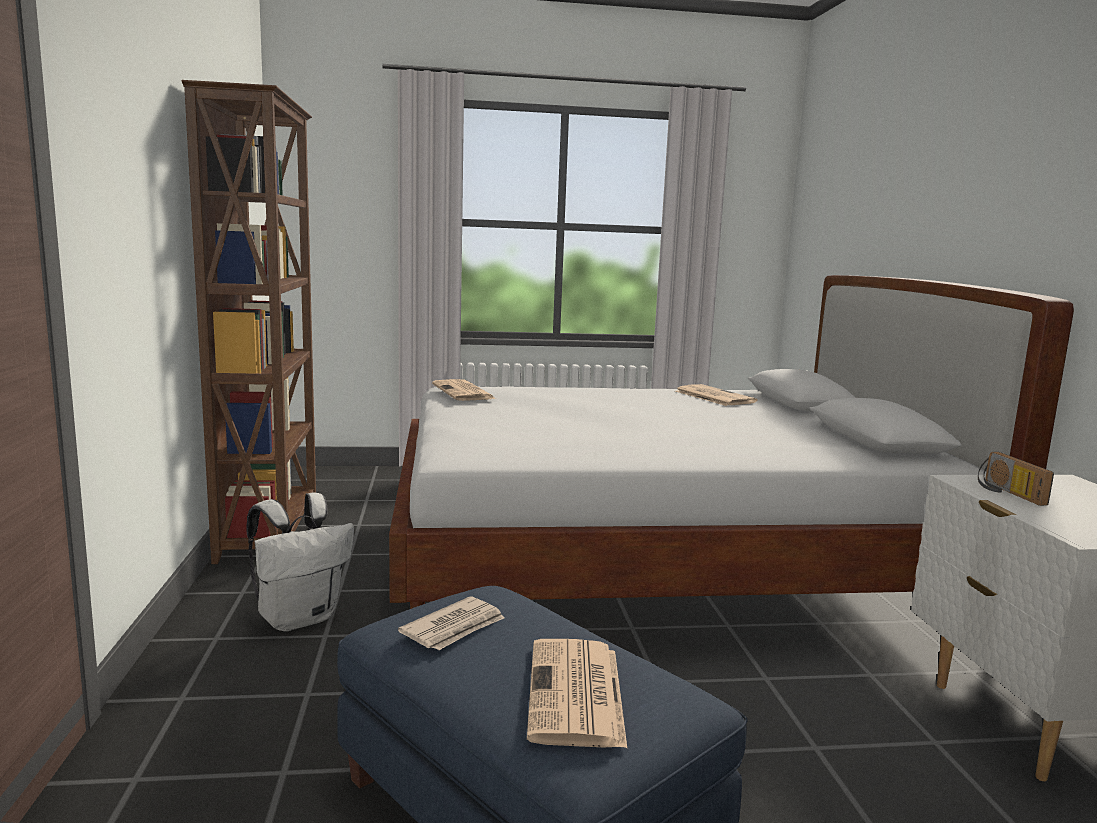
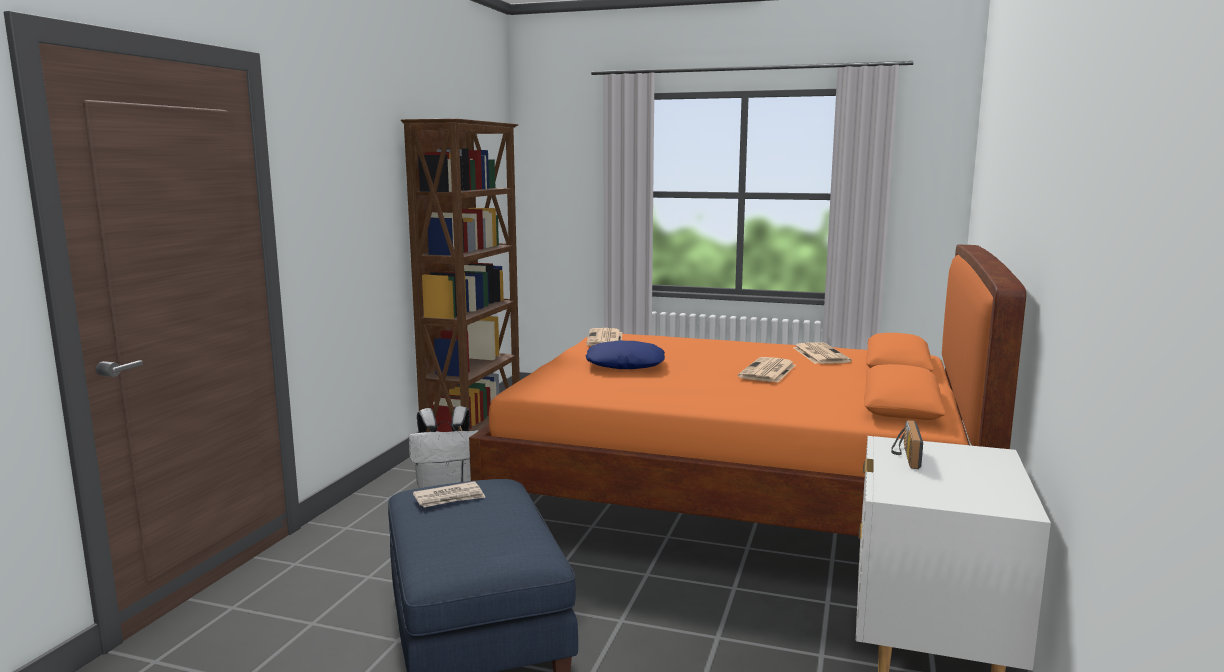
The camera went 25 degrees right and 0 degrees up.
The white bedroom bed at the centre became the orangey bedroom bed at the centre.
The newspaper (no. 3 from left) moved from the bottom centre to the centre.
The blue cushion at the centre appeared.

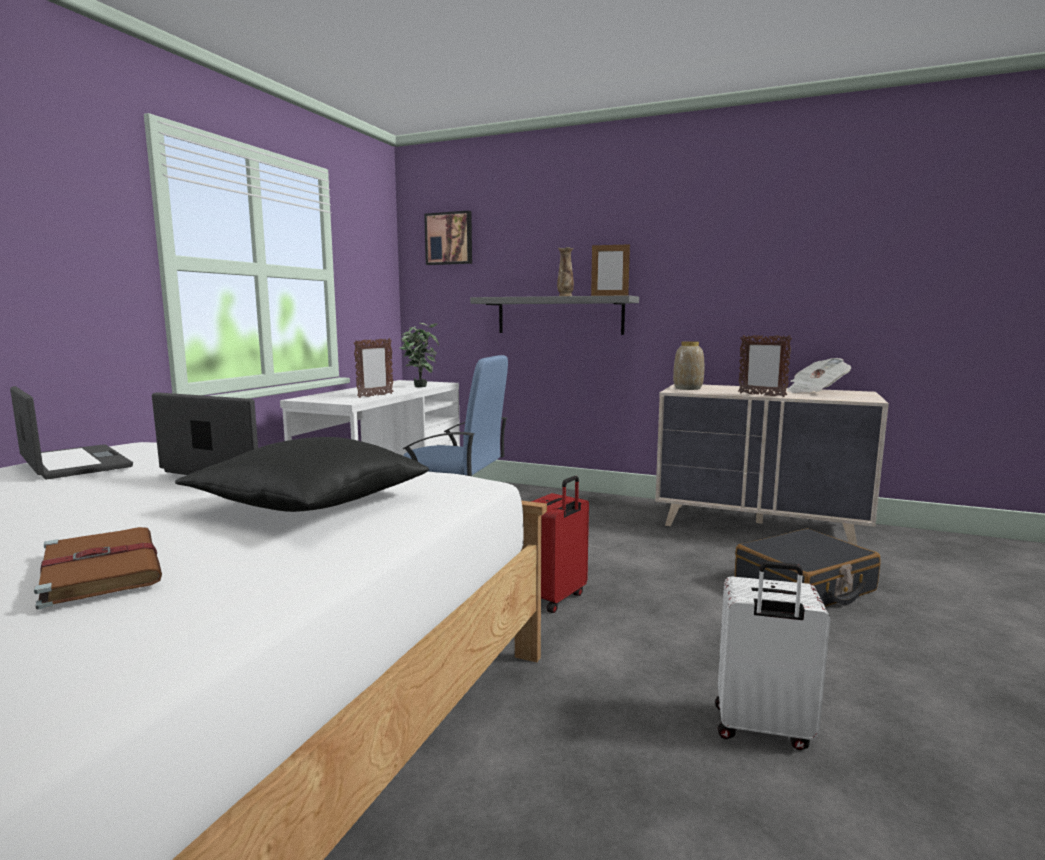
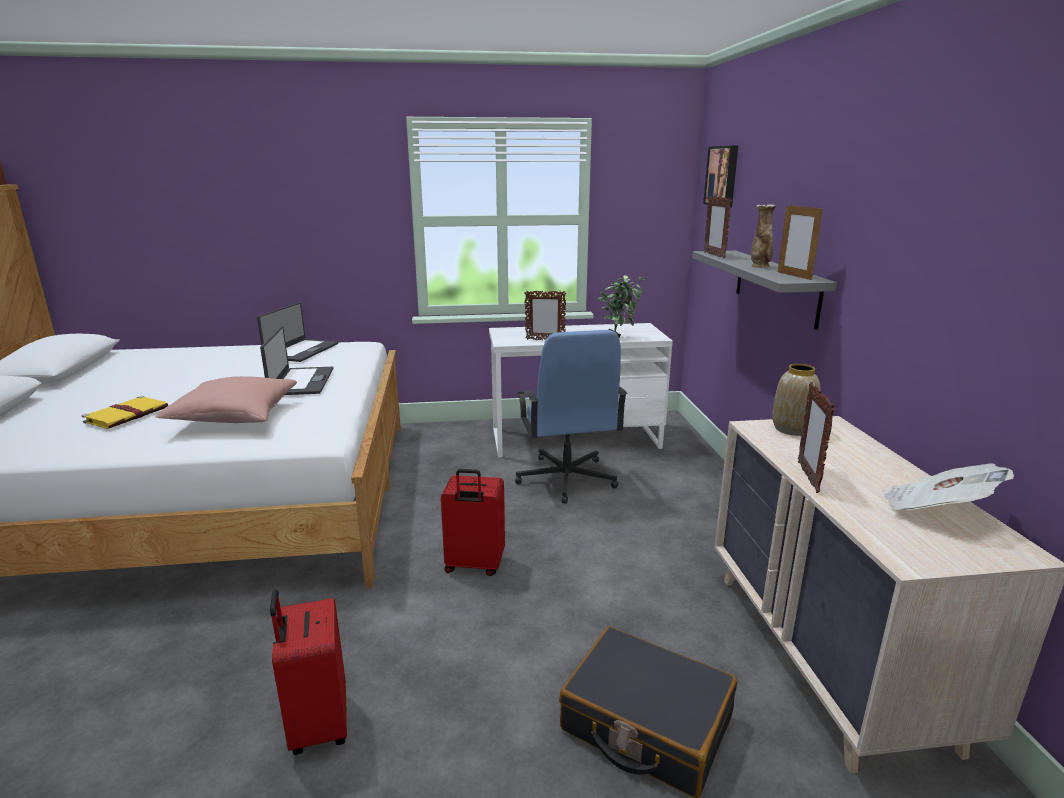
The camera went 60 degrees right and 10 degrees up.
The brown-coloured book at the middle left became the yellow-coloured book at the middle left.
The black-coloured cushion at the middle left became the pink cushion at the middle left.
The white piece of luggage at the bottom right became the red piece of luggage (no. 1 from left) at the bottom left.
The picture frame (no. 2 from left) at the top right appeared.

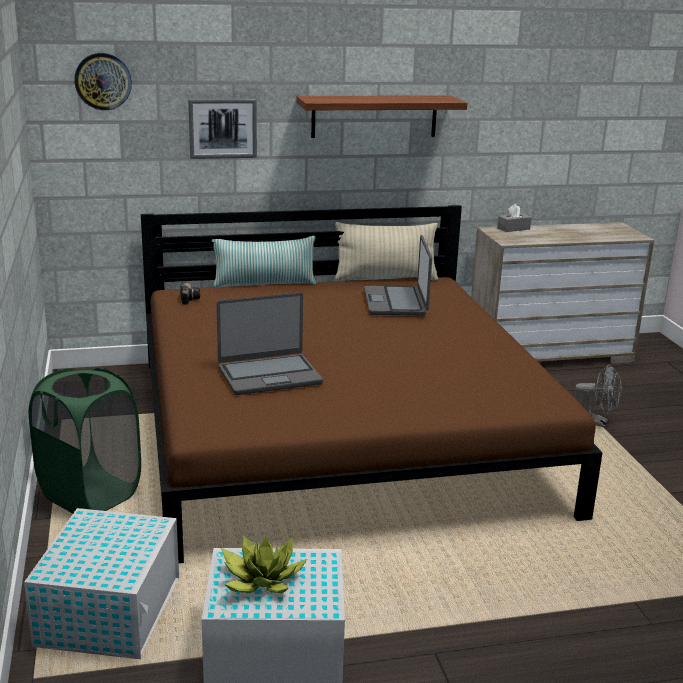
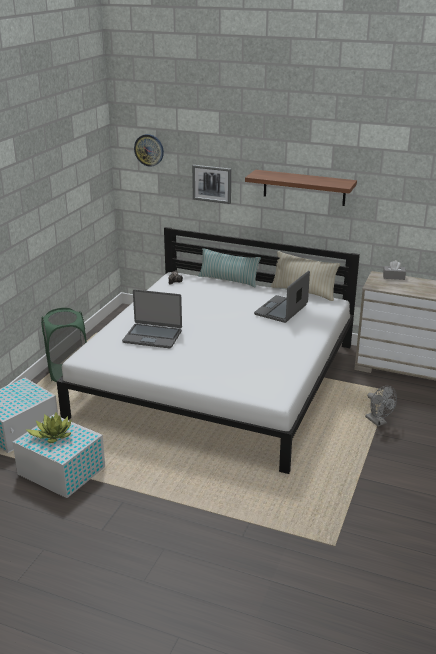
The camera went 35 degrees right and 5 degrees up.
The brown-coloured bedroom bed at the centre became the white bedroom bed at the centre.

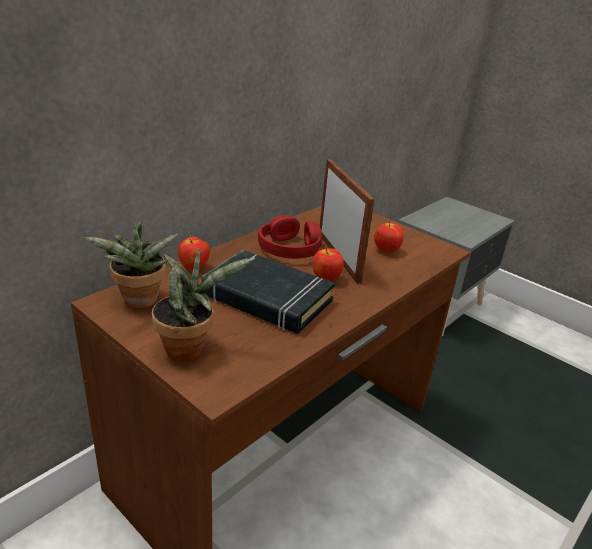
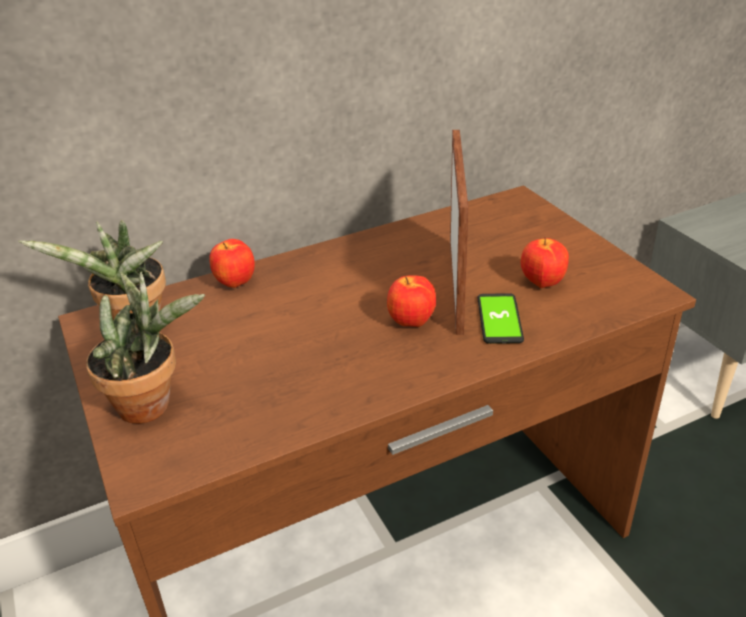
The camera went 25 degrees right and 5 degrees up.
The black-coloured book at the centre disappeared.
The red pair of headphones at the centre disappeared.
The handset at the middle right appeared.

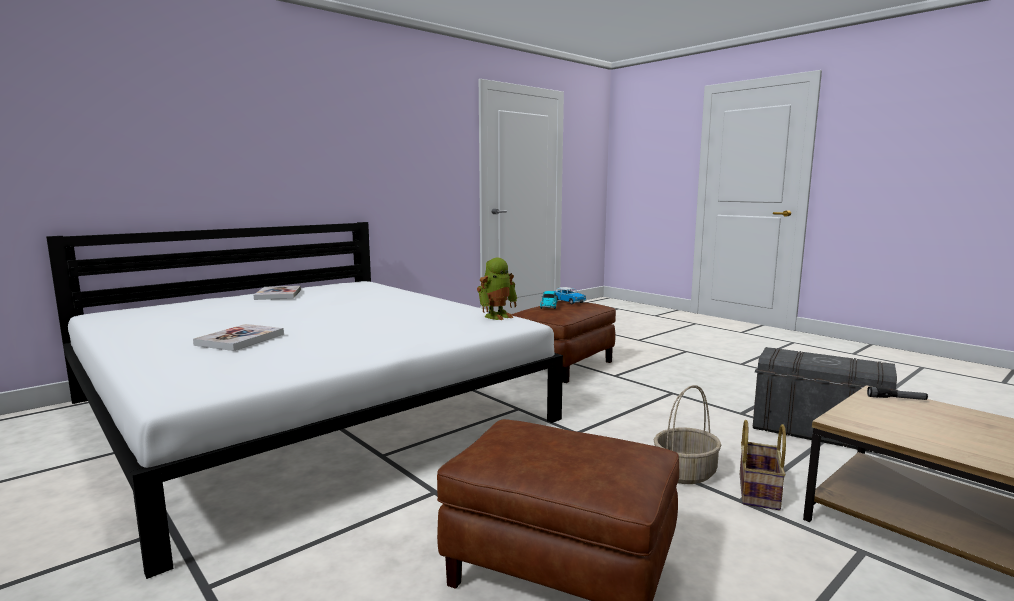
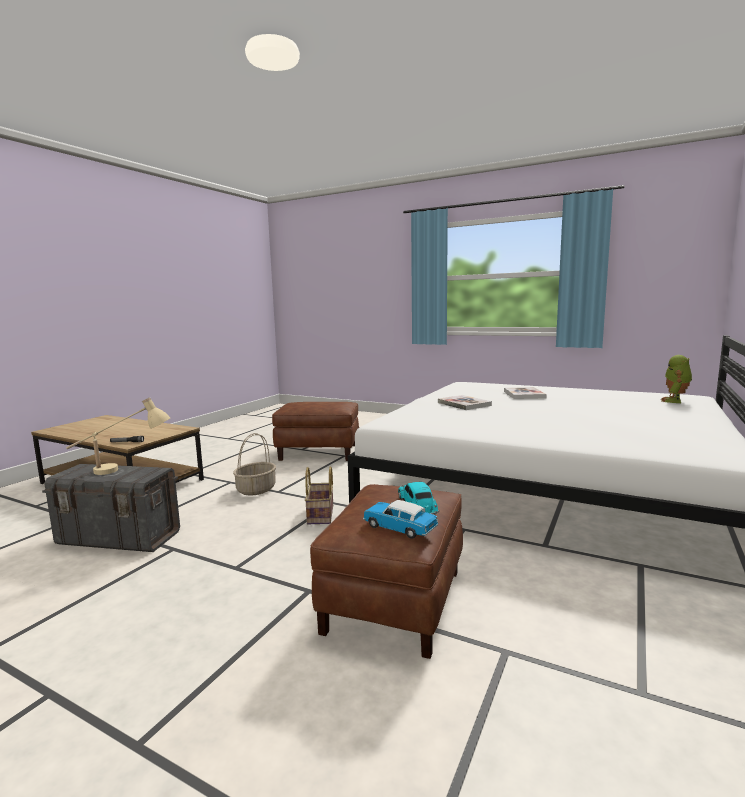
The camera went 160 degrees right and 0 degrees up.
The book (no. 2 from left in the first image) moved from the middle left to the centre.
The model robot moved from the centre to the middle right.
The household basket (no. 2 from left) moved from the bottom right to the centre.
The beige table lamp at the middle left appeared.

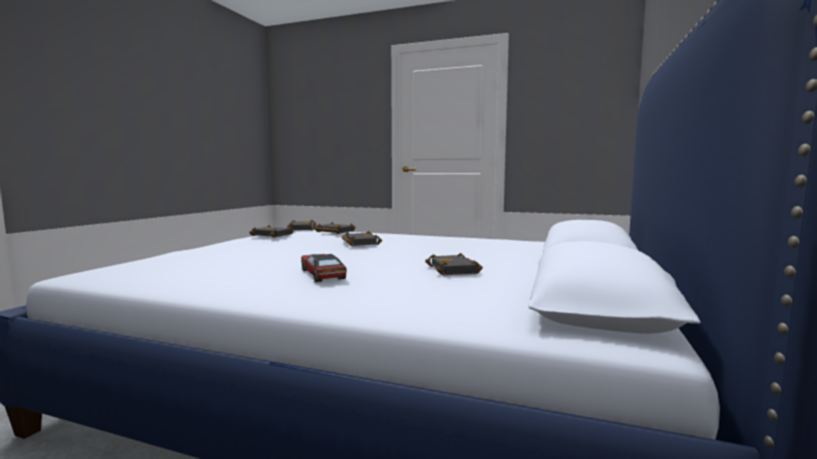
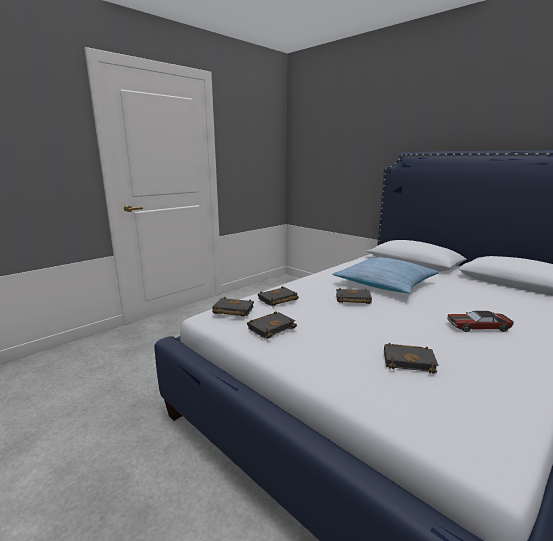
The camera went 65 degrees left and 10 degrees up.
The black-coloured book (no. 5 from left) moved from the centre to the middle right.
The cushion at the middle right appeared.

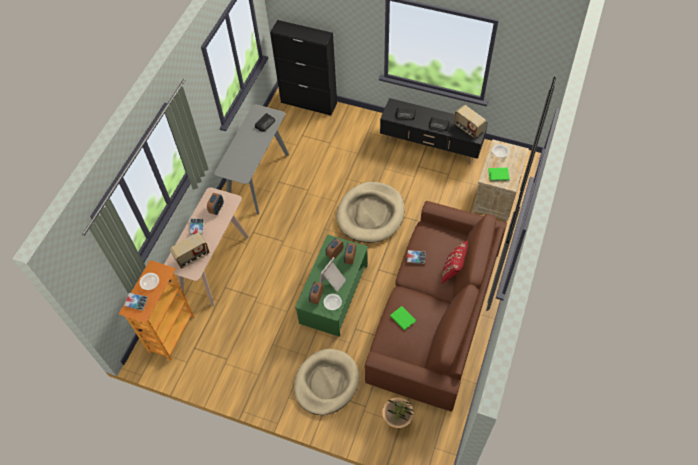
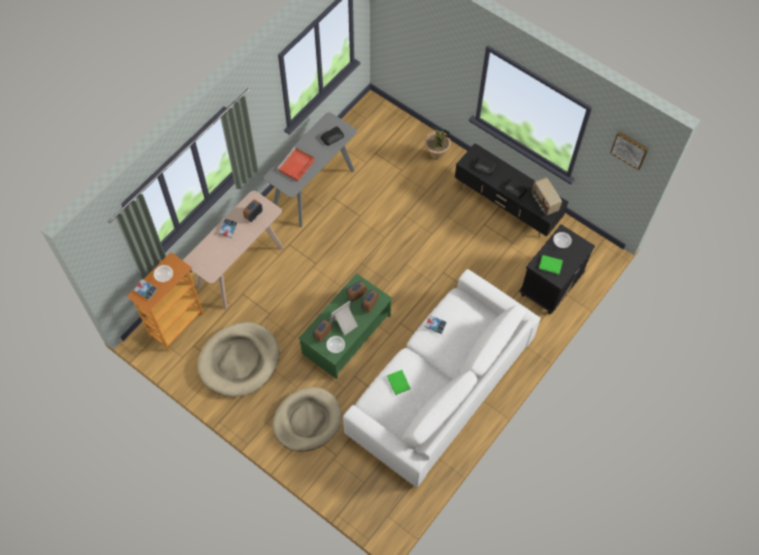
The camera went 15 degrees right and 5 degrees up.
The radio (no. 1 from left) at the middle left disappeared.
The black-coloured cupboard at the top centre disappeared.
The beige pet bed (no. 2 from left in the first image) moved from the centre to the middle left.
The brown-coloured settee at the centre became the white settee at the bottom centre.
The plant in a pot moved from the bottom centre to the top centre.
The red cushion at the centre disappeared.
The beige nightstand at the middle right became the black-coloured nightstand at the middle right.
The red carrying tray at the top centre appeared.
The wall picture at the top right appeared.

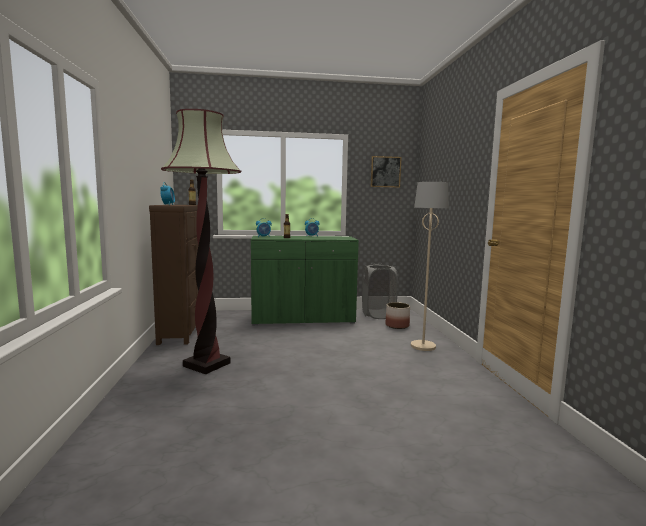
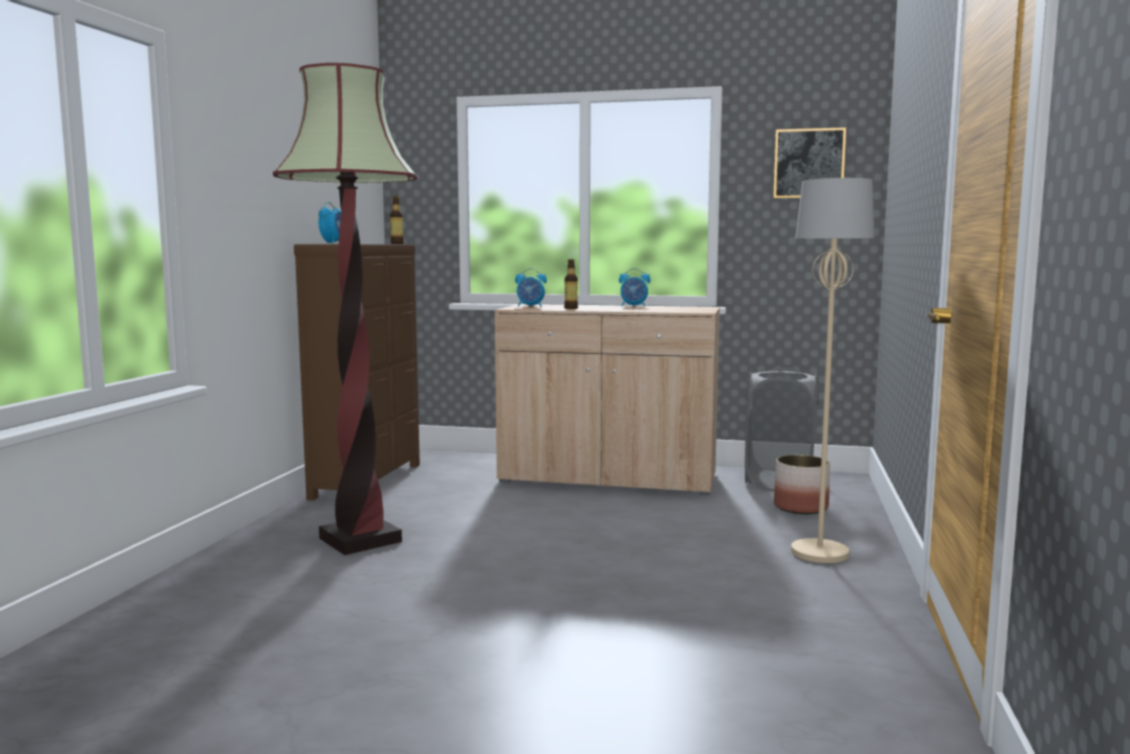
The camera went 20 degrees right and 0 degrees up.
The green cupboard at the centre became the beige cupboard at the centre.

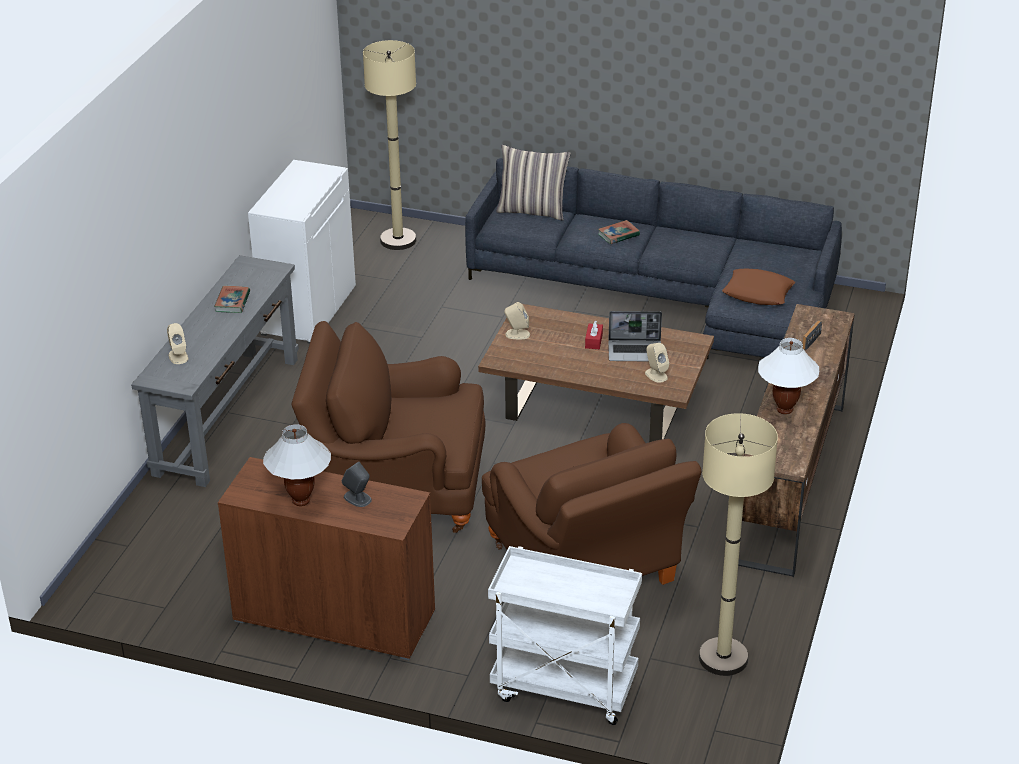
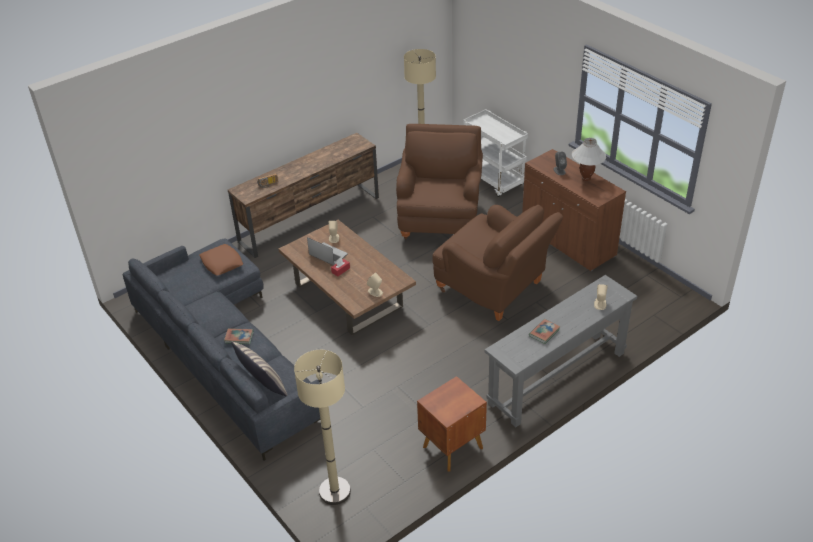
The camera went 145 degrees left and 5 degrees up.
The white cupboard at the top left was replaced by the brown-coloured nightstand at the bottom centre.
The white table lamp (no. 2 from left) at the middle right disappeared.

